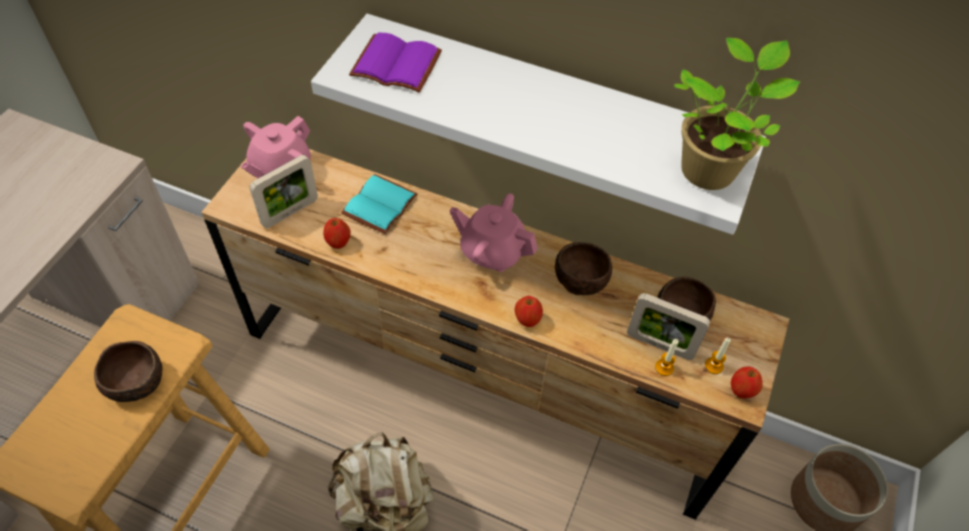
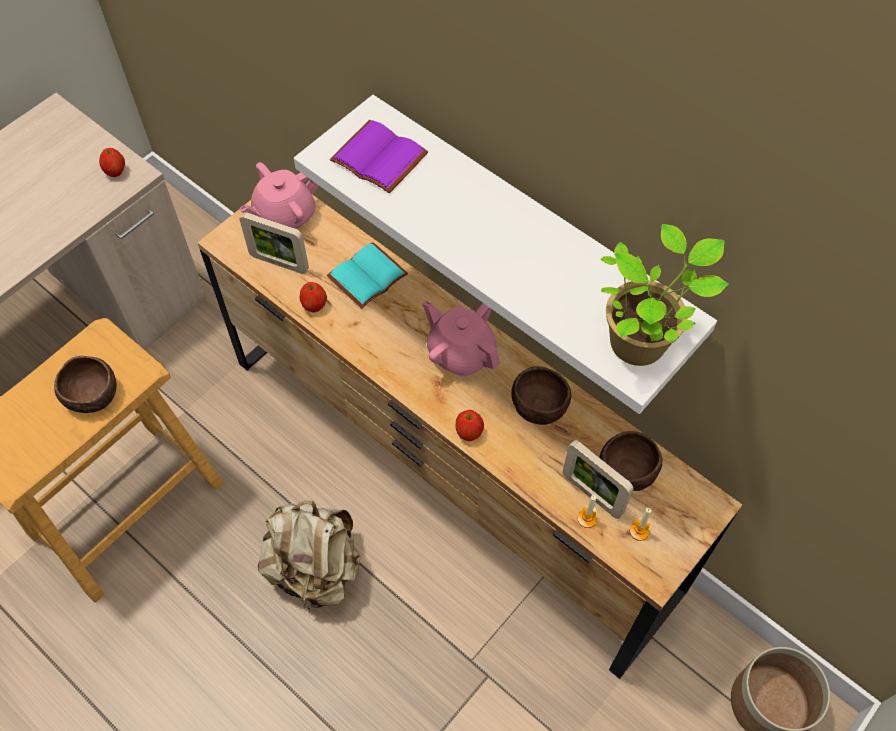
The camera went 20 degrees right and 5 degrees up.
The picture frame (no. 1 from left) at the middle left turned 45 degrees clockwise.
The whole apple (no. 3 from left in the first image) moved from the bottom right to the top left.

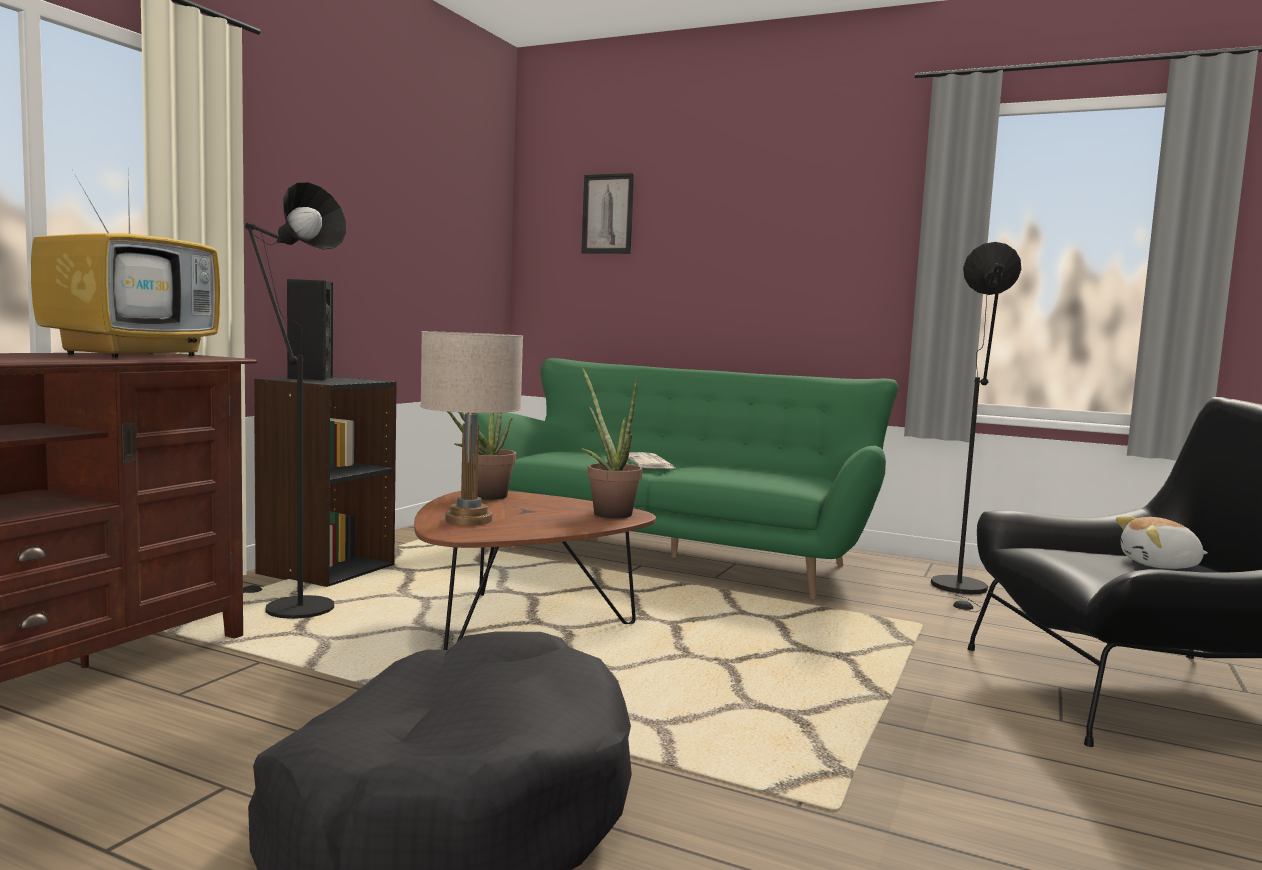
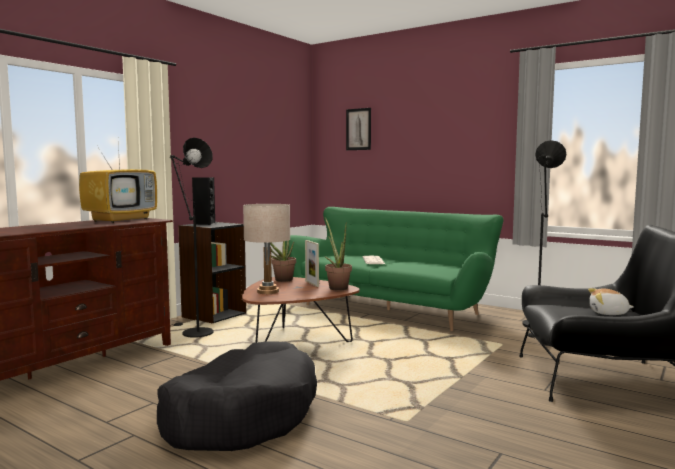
The camera went 10 degrees right and 0 degrees up.
The picture frame at the centre appeared.

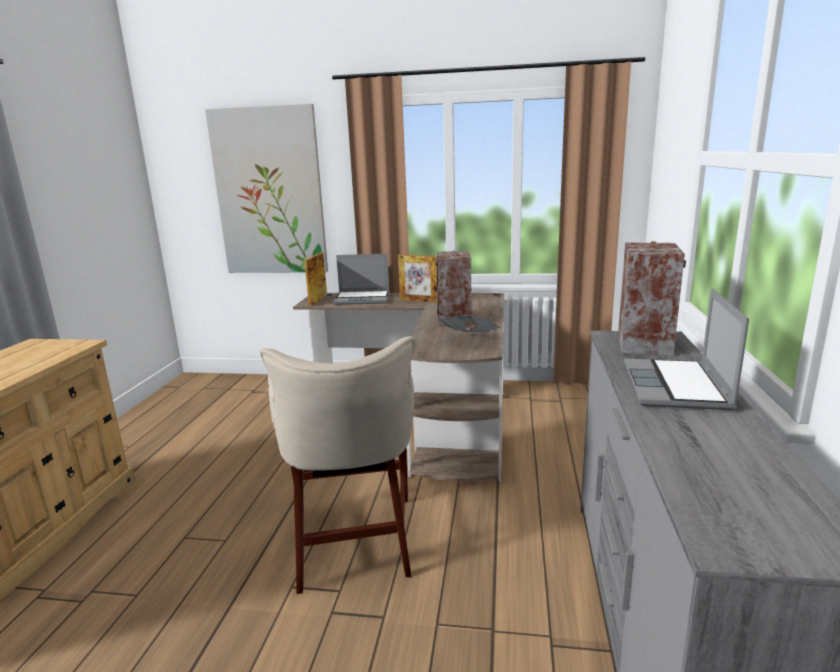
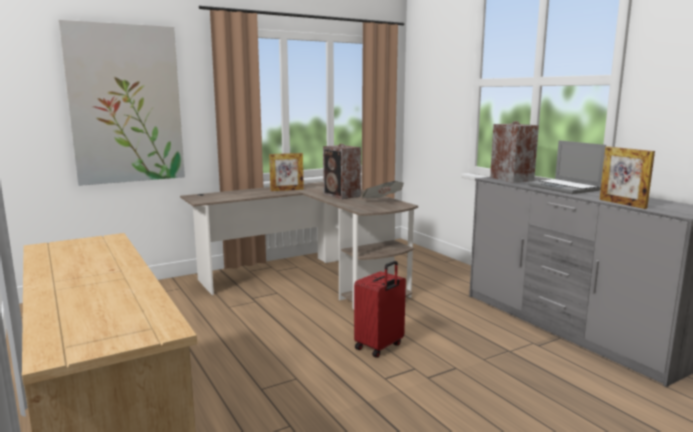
The camera went 40 degrees left and 5 degrees down.
The beige stool seat at the bottom centre was replaced by the red piece of luggage at the bottom centre.
The picture frame (no. 1 from left in the first image) moved from the centre to the middle right.
The portable computer (no. 1 from left) at the centre disappeared.

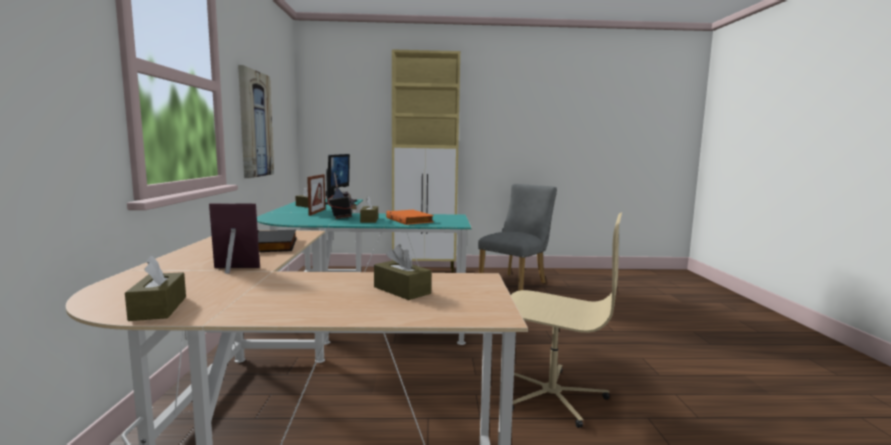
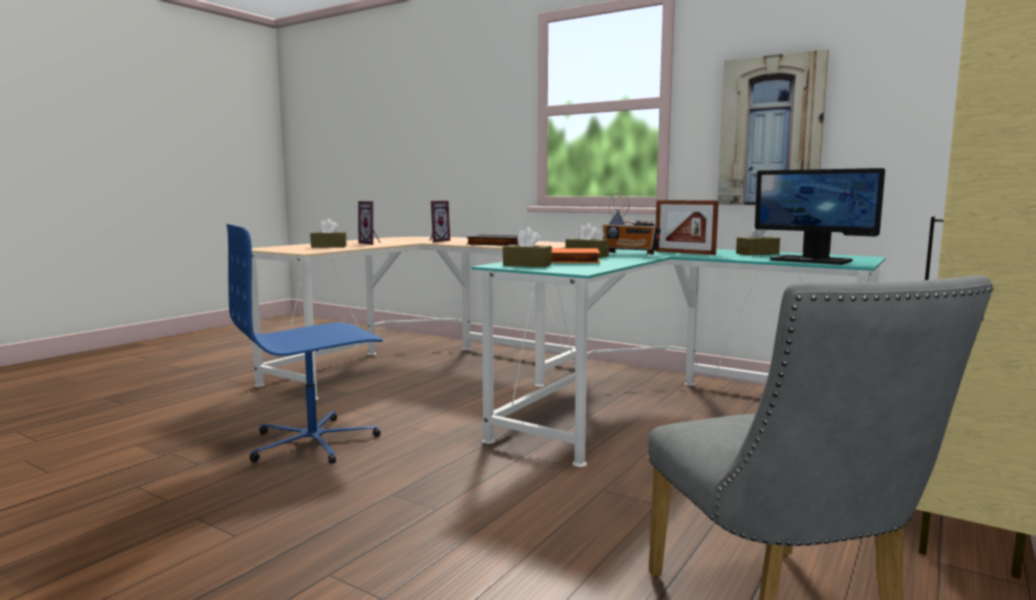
The camera went 125 degrees right and 0 degrees up.
The brown-coloured box of tissues (no. 1 from left in the first image) moved from the middle left to the centre.
The beige office chair at the bottom centre became the blue office chair at the middle left.
The picture frame (no. 1 from left) at the centre appeared.

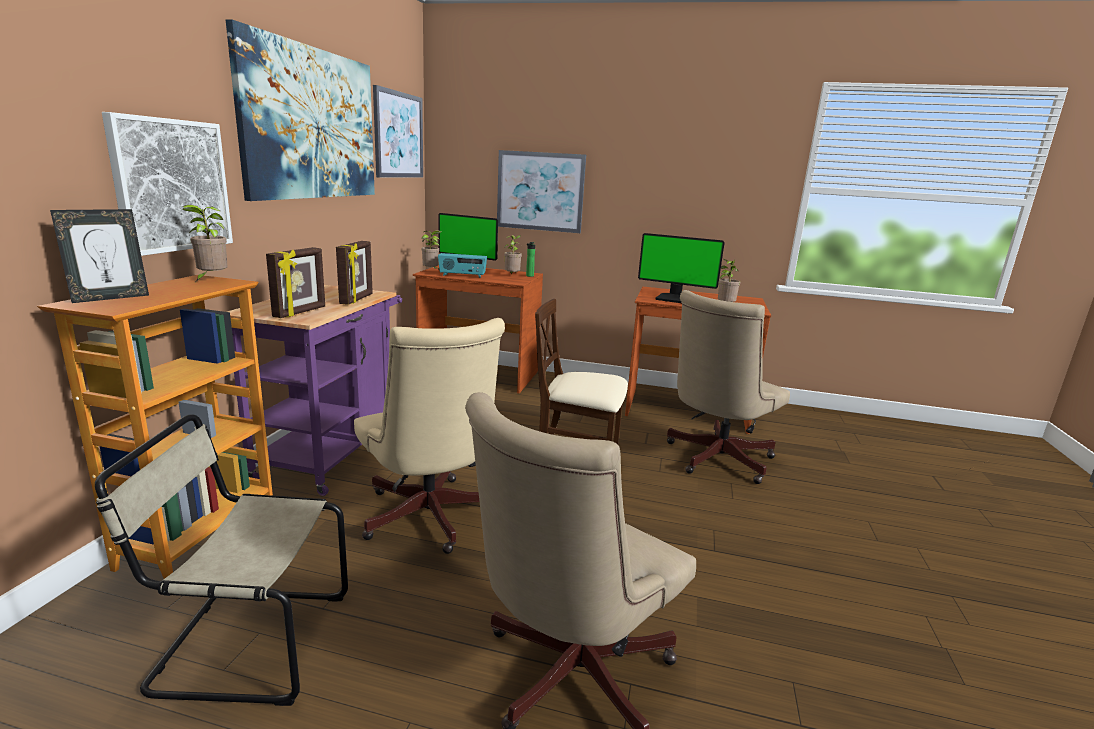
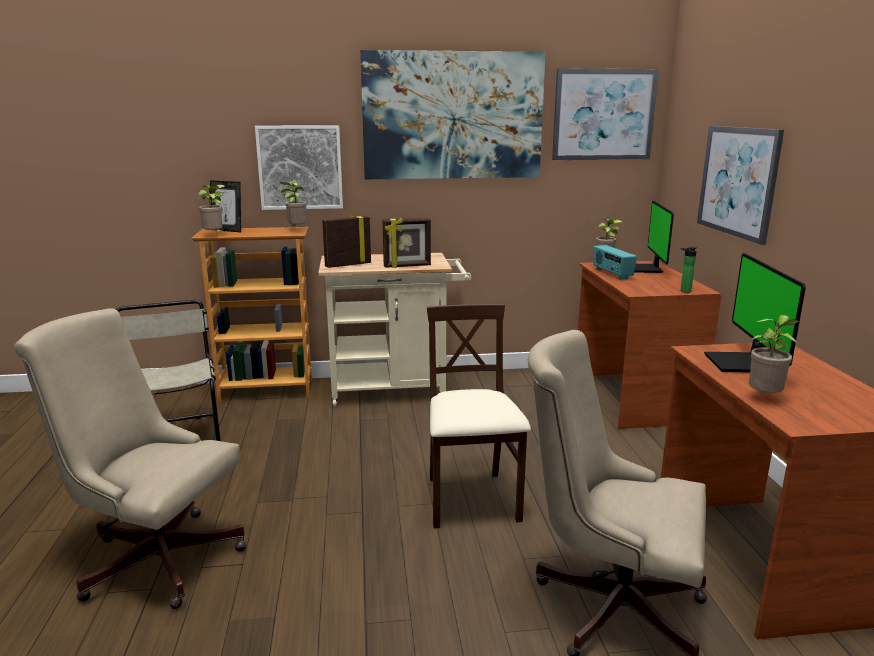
The camera went 70 degrees right and 0 degrees up.
The purple-coloured wheeled cart at the middle left became the beige wheeled cart at the centre.
The picture frame (no. 2 from left) at the middle left turned 150 degrees clockwise.
The beige office chair (no. 1 from left) at the centre disappeared.
The plant in a pot (no. 3 from left in the first image) moved from the centre to the top left.

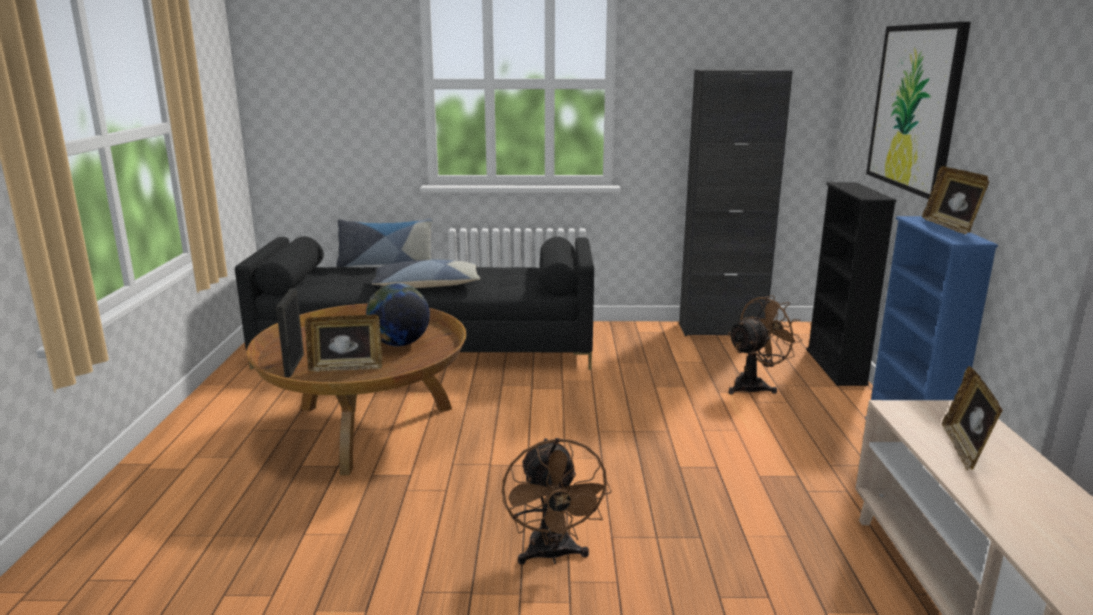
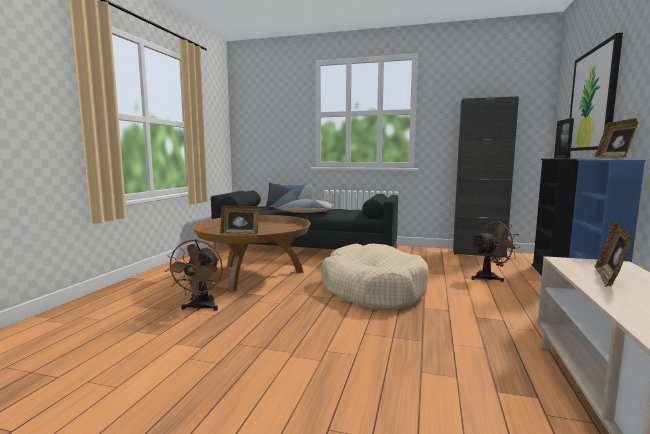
The camera went 15 degrees right and 10 degrees down.
The picture frame (no. 1 from left in the first image) moved from the middle left to the top right.
The world globe at the centre disappeared.
The brown-coloured fan (no. 1 from left) moved from the bottom centre to the middle left.
The beige pet bed at the centre appeared.

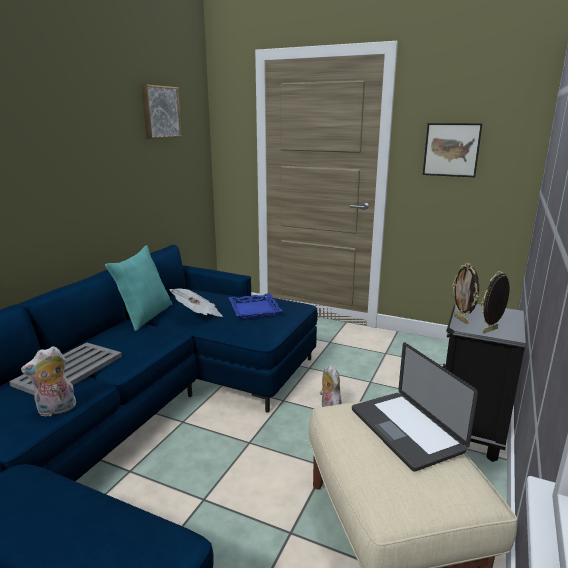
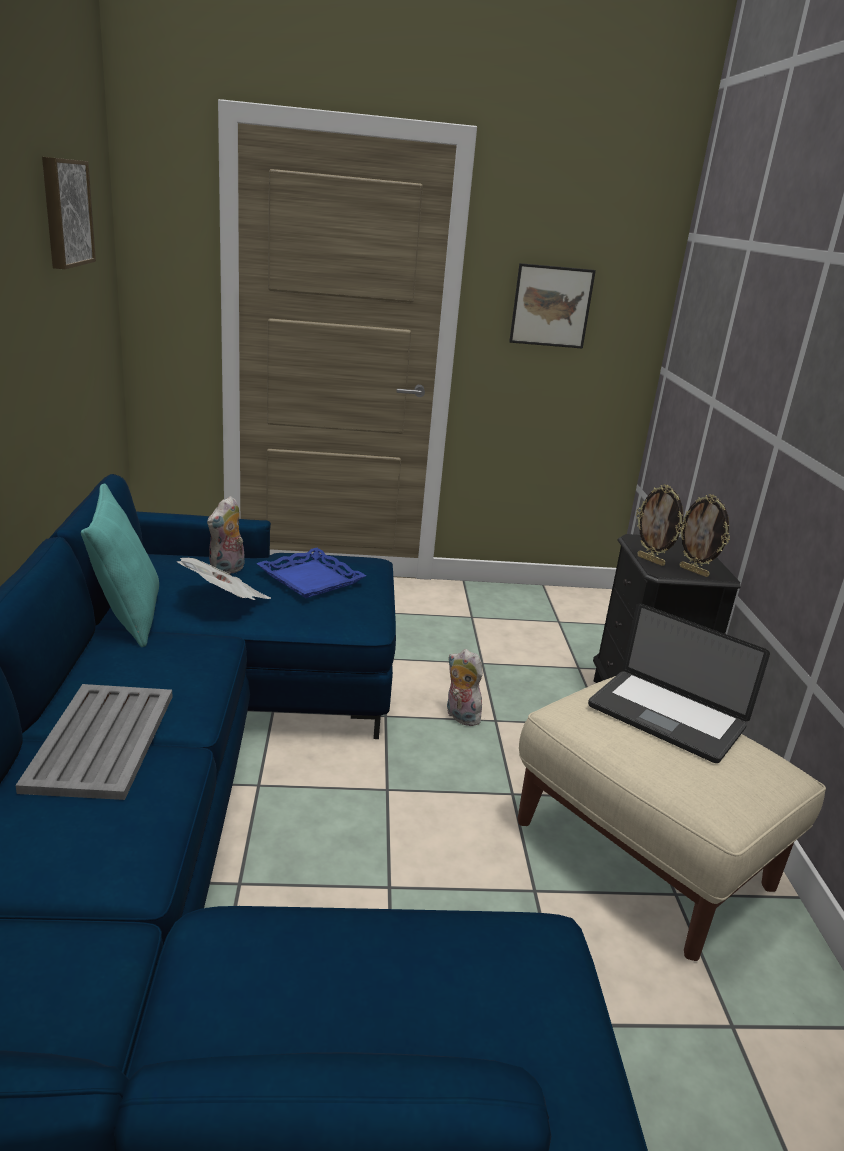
The camera went 30 degrees left and 5 degrees up.
The soft toy (no. 1 from left) moved from the bottom left to the middle left.
The picture frame (no. 2 from left) at the middle right turned 75 degrees counterclockwise.

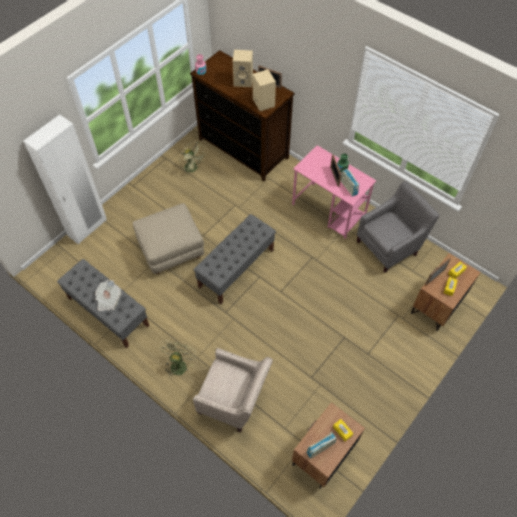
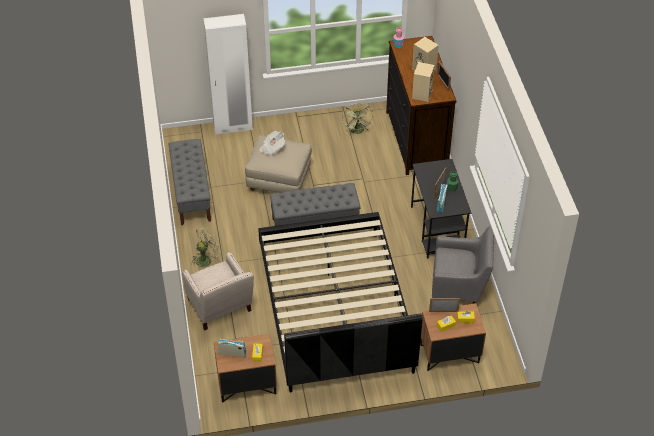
The camera went 40 degrees right and 10 degrees down.
The newspaper moved from the middle left to the top centre.
The pink desk at the centre became the black-coloured desk at the middle right.
The black-coloured bedroom bed at the bottom centre appeared.

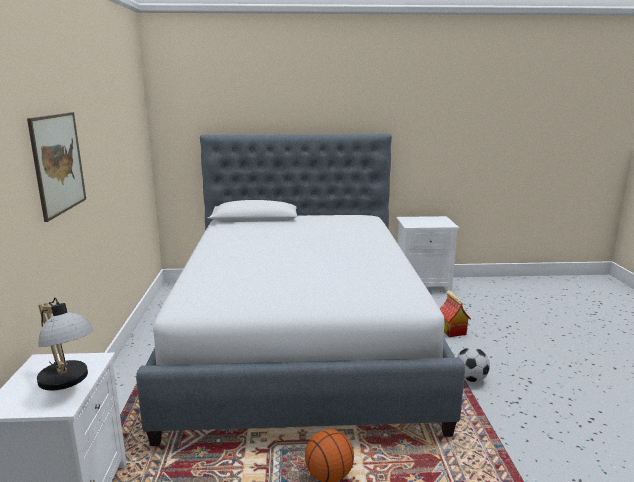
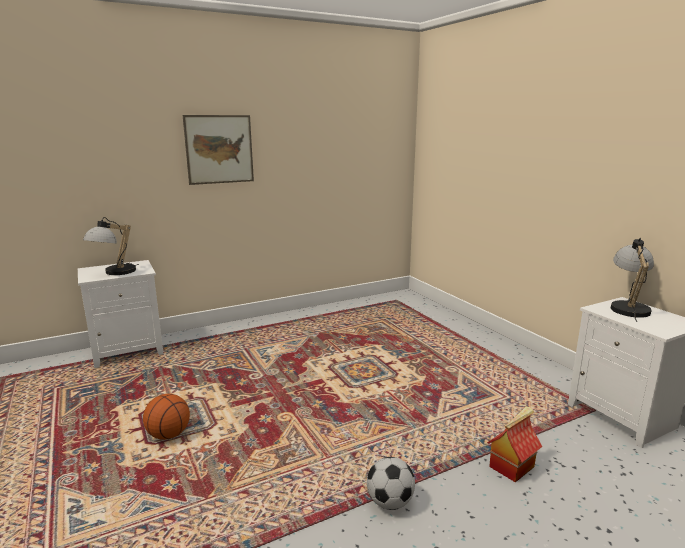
The camera went 65 degrees right and 0 degrees up.
The bedroom bed at the centre disappeared.
The table lamp (no. 2 from left) at the middle right appeared.

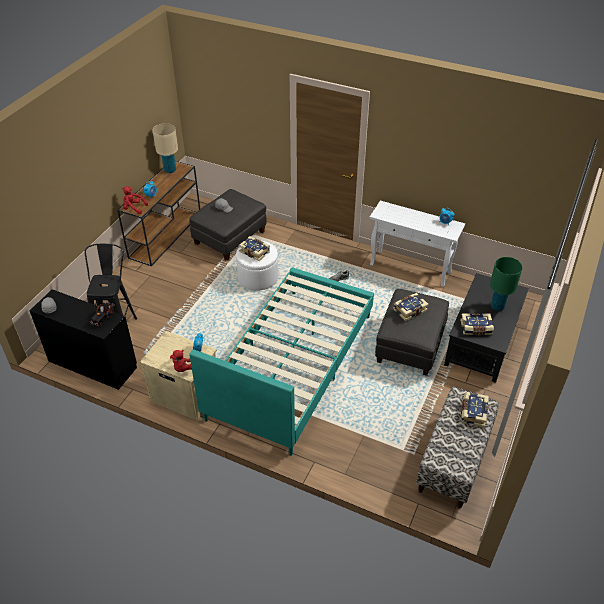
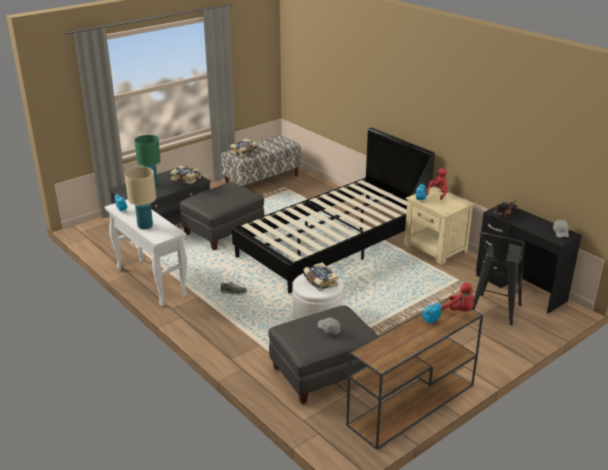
The camera went 155 degrees left and 15 degrees down.
The beige table lamp moved from the top left to the middle left.
The turquoise-coloured bedroom bed at the centre became the black-coloured bedroom bed at the centre.
The book (no. 2 from left) at the middle right disappeared.

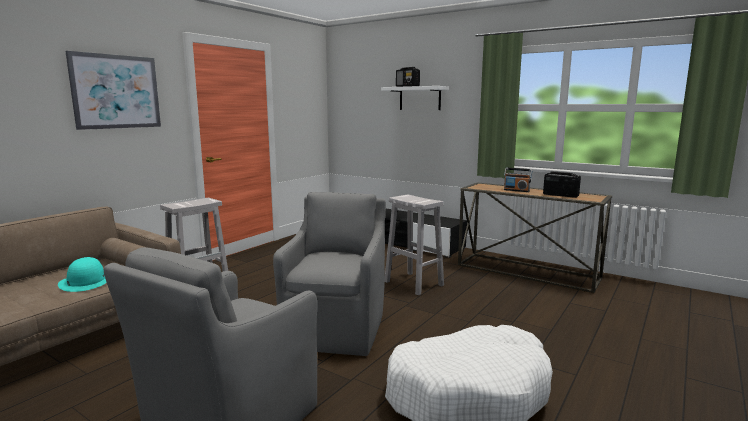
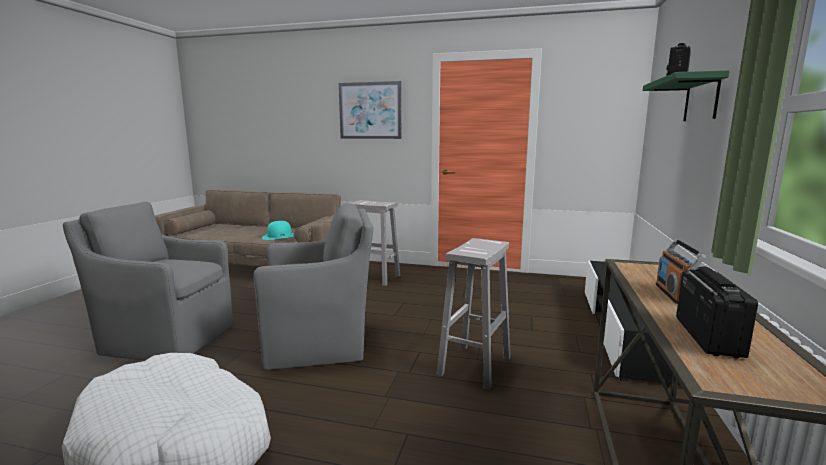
The camera went 70 degrees right and 0 degrees up.
The white bracket shelf at the top centre became the green bracket shelf at the top right.

